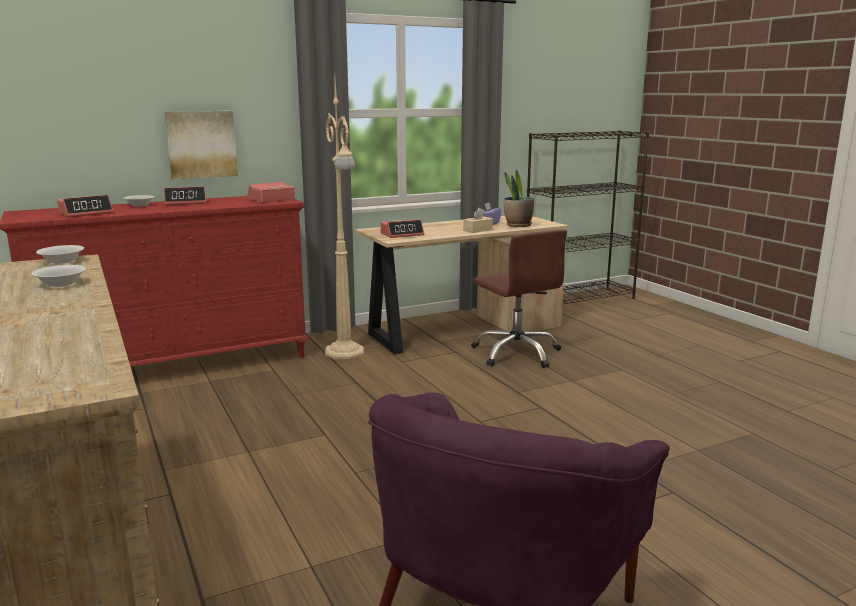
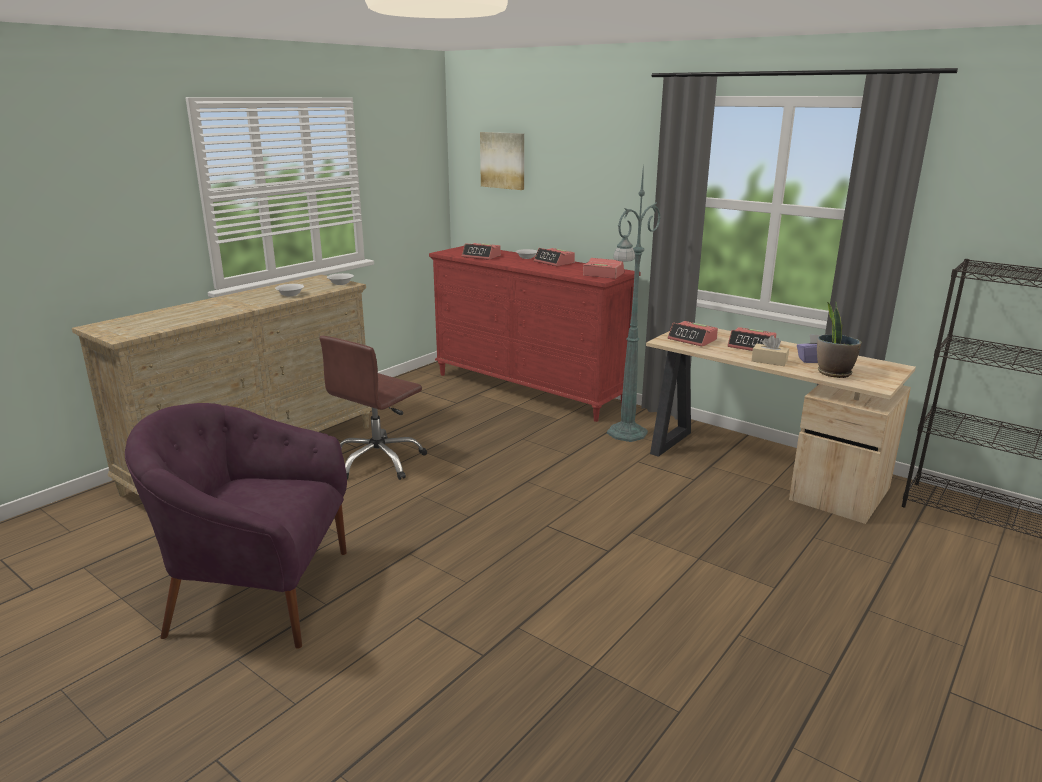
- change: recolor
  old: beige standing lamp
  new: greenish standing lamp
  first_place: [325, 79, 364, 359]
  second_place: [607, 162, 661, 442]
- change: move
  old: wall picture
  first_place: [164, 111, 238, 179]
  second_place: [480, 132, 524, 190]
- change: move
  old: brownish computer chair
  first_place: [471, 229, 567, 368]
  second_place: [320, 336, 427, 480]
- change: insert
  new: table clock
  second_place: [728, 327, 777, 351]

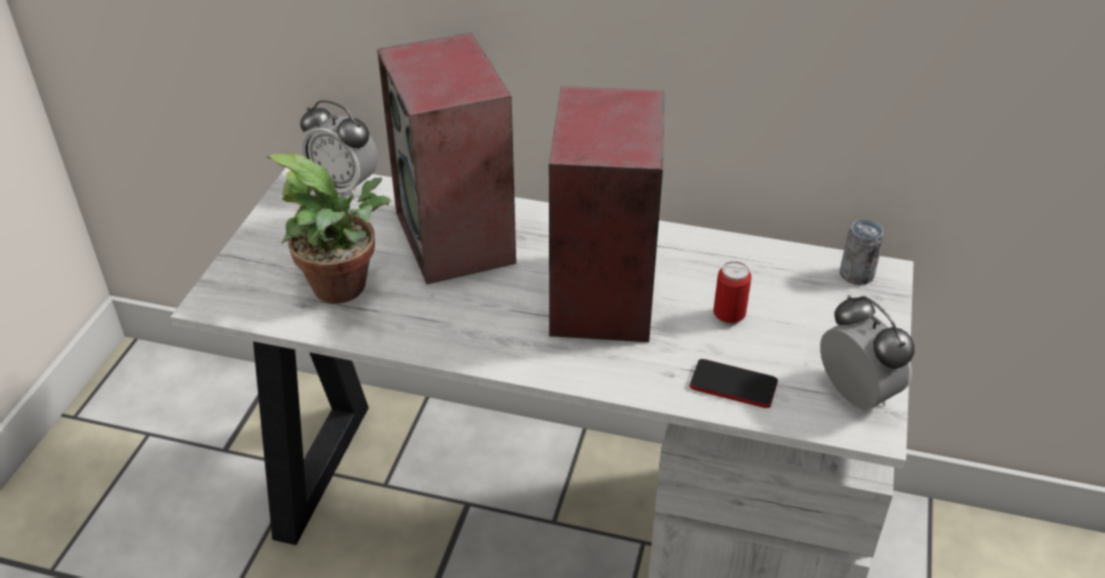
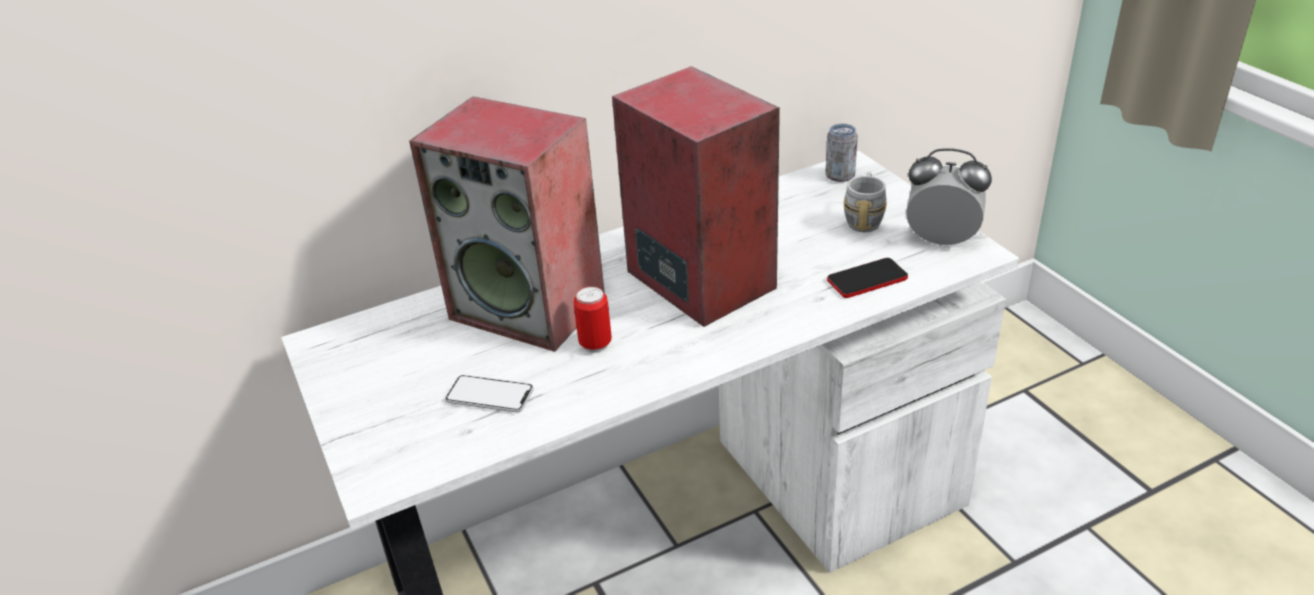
- change: delete
  old: table clock
  first_place: [300, 100, 378, 199]
- change: replace
  old: potted plant
  new: phone
  first_place: [266, 153, 391, 304]
  second_place: [445, 375, 534, 412]
- change: move
  old: sealed can
  first_place: [713, 262, 752, 326]
  second_place: [574, 286, 612, 353]
- change: insert
  new: greyish mug
  second_place: [844, 172, 887, 232]

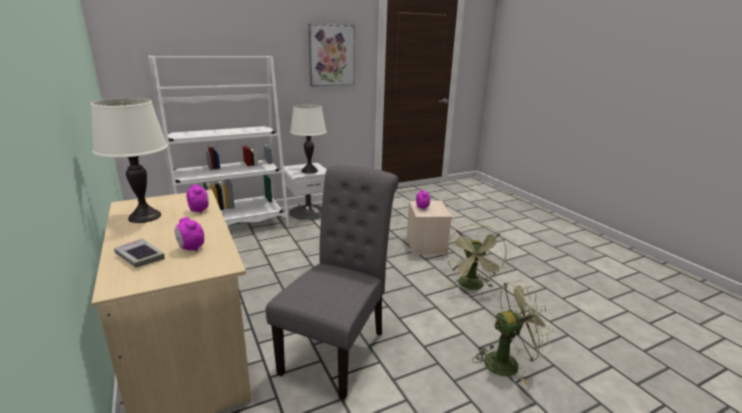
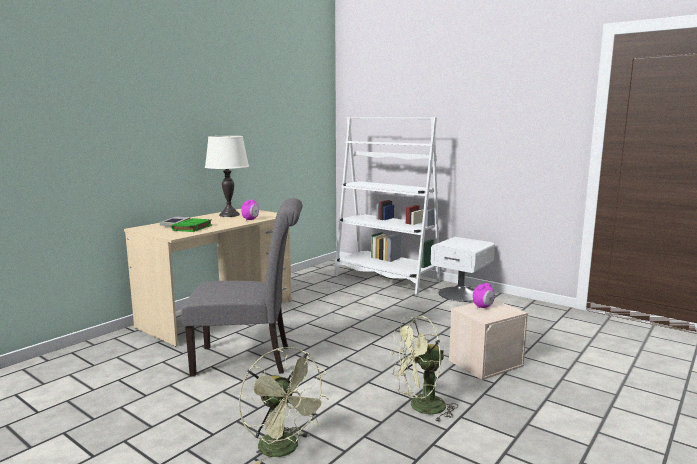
- change: delete
  old: wall picture
  first_place: [308, 24, 355, 87]
- change: delete
  old: white lamp for a table
  first_place: [290, 104, 327, 173]
- change: replace
  old: table clock
  new: greenish bound book
  first_place: [175, 217, 204, 252]
  second_place: [171, 218, 212, 232]

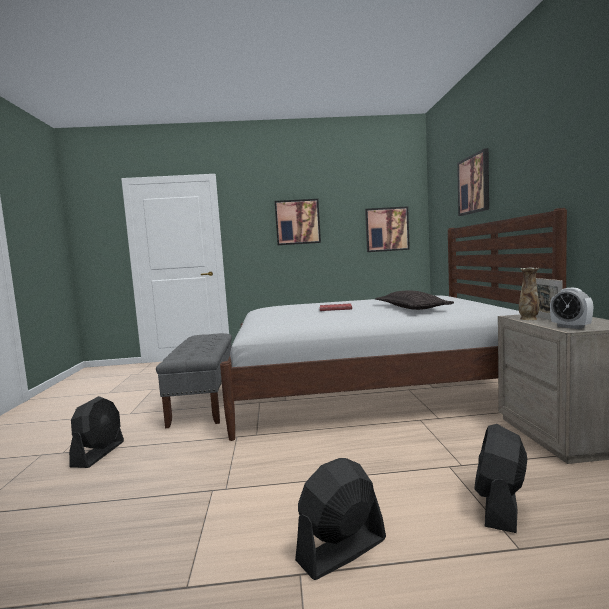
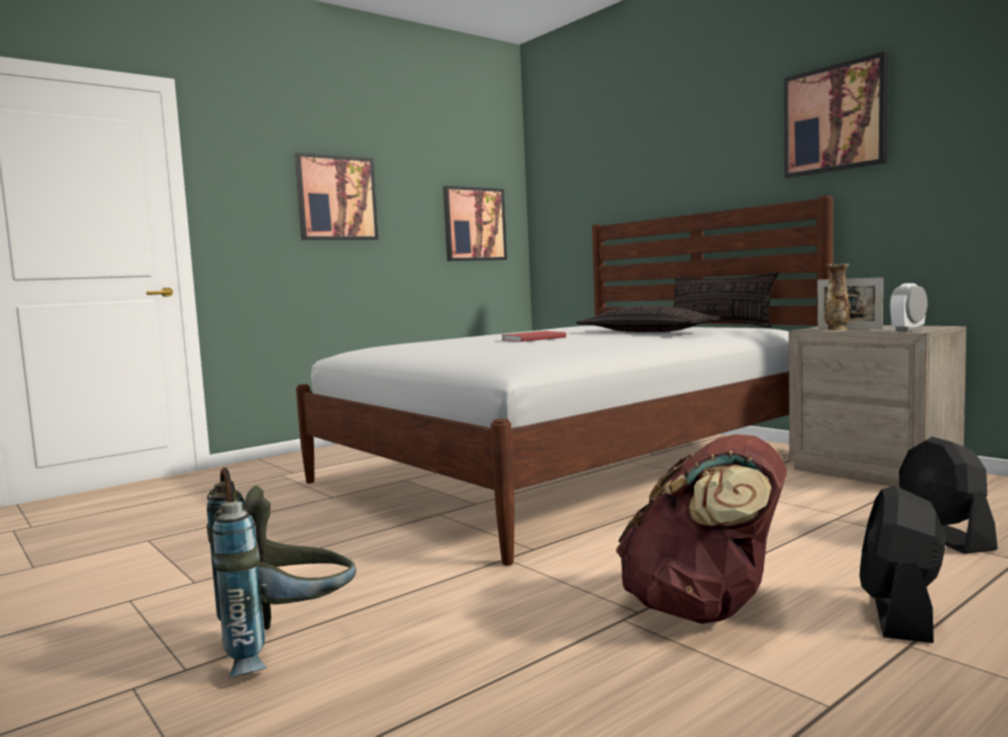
- change: move
  old: wall picture
  first_place: [457, 148, 489, 216]
  second_place: [784, 52, 888, 178]
- change: rotate
  old: table clock
  first_place: [550, 288, 593, 329]
  second_place: [889, 283, 928, 332]
  degrees: 120
- change: delete
  old: greyish indoor bench
  first_place: [156, 333, 232, 428]
- change: replace
  old: black-coloured cooling fan
  new: greyish backpack
  first_place: [69, 396, 124, 468]
  second_place: [207, 468, 356, 678]
- change: insert
  new: pillow
  second_place: [673, 271, 778, 328]
- change: insert
  new: brownish backpack
  second_place: [616, 434, 788, 624]

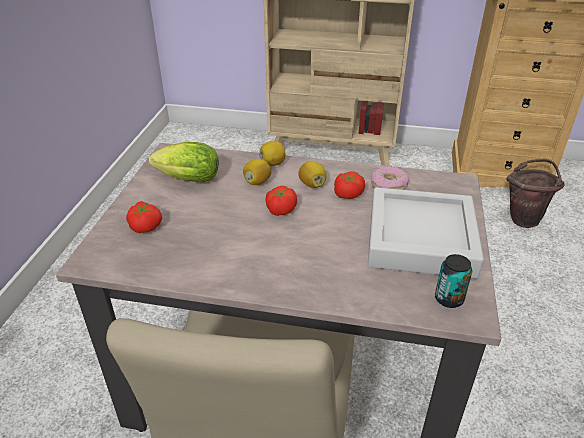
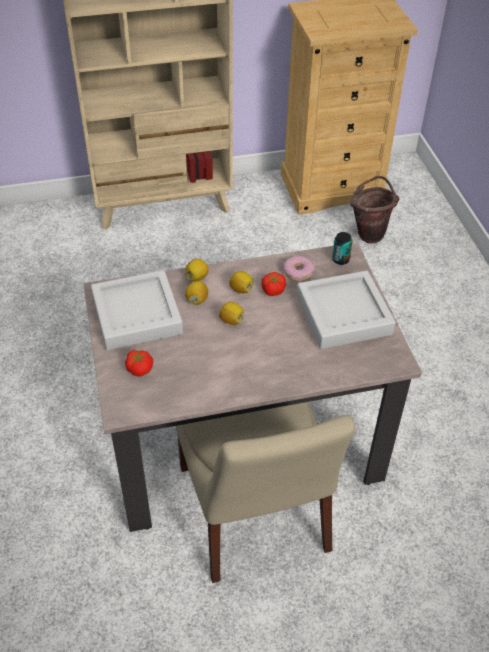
- change: replace
  old: lettuce head
  new: greyish serving tray
  first_place: [149, 142, 219, 182]
  second_place: [91, 270, 183, 350]
- change: replace
  old: tomato
  new: lemon
  first_place: [265, 186, 297, 216]
  second_place: [219, 302, 244, 325]
- change: move
  old: sealed can
  first_place: [435, 254, 472, 308]
  second_place: [332, 232, 352, 265]

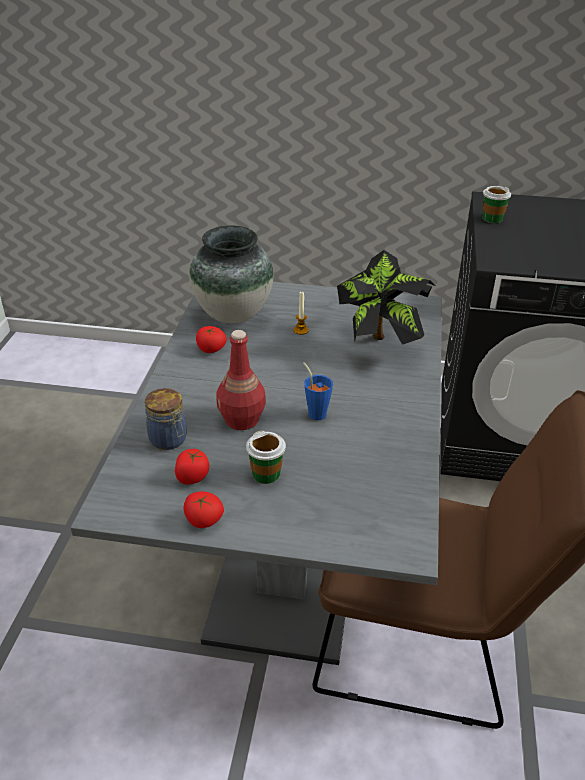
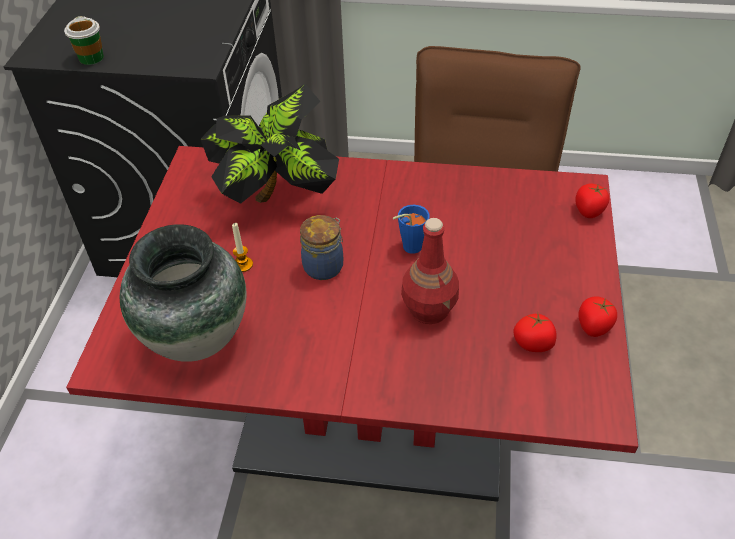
- change: recolor
  old: greyish dinner table
  new: reddish dinner table
  first_place: [70, 282, 442, 665]
  second_place: [66, 146, 638, 502]
- change: move
  old: tomato
  first_place: [196, 326, 227, 353]
  second_place: [575, 183, 609, 218]
- change: move
  old: storage jar
  first_place: [145, 388, 187, 450]
  second_place: [300, 215, 343, 280]
- change: delete
  old: small cup
  first_place: [246, 431, 286, 484]

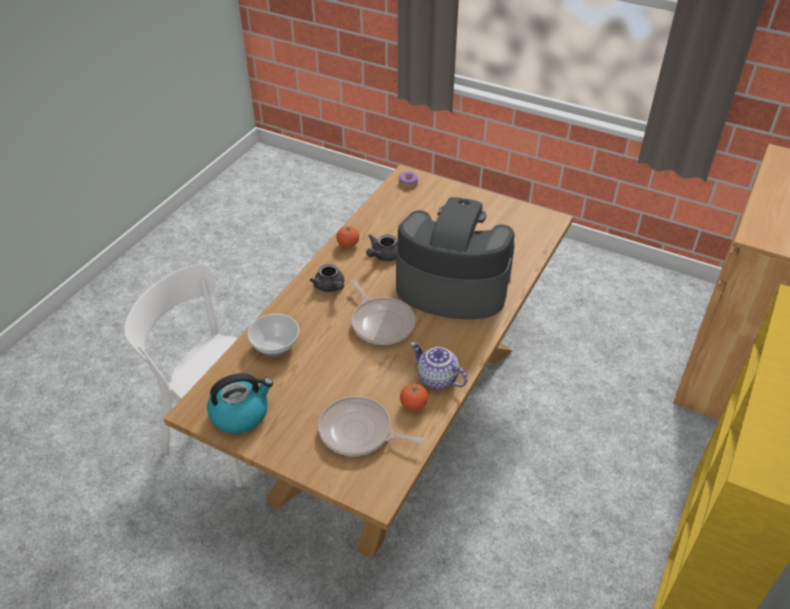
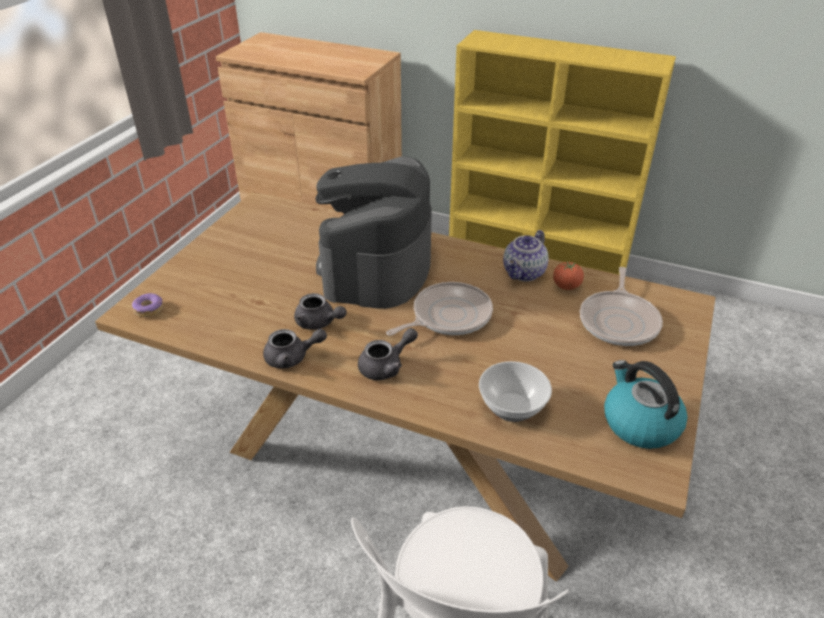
- change: replace
  old: tomato
  new: greyish tea pot
  first_place: [336, 226, 359, 248]
  second_place: [263, 329, 327, 368]

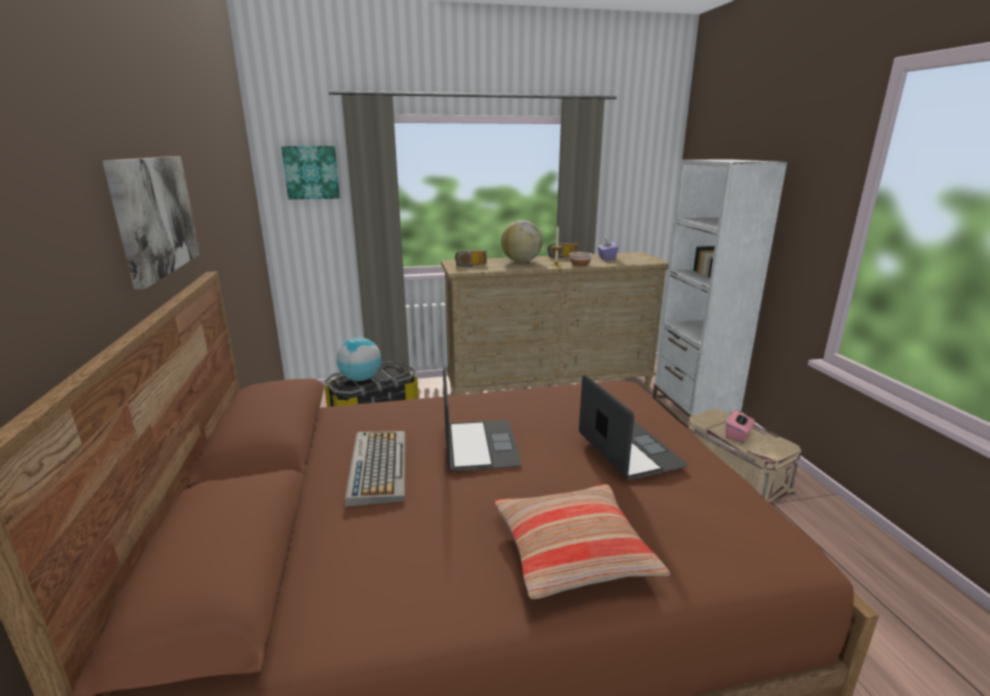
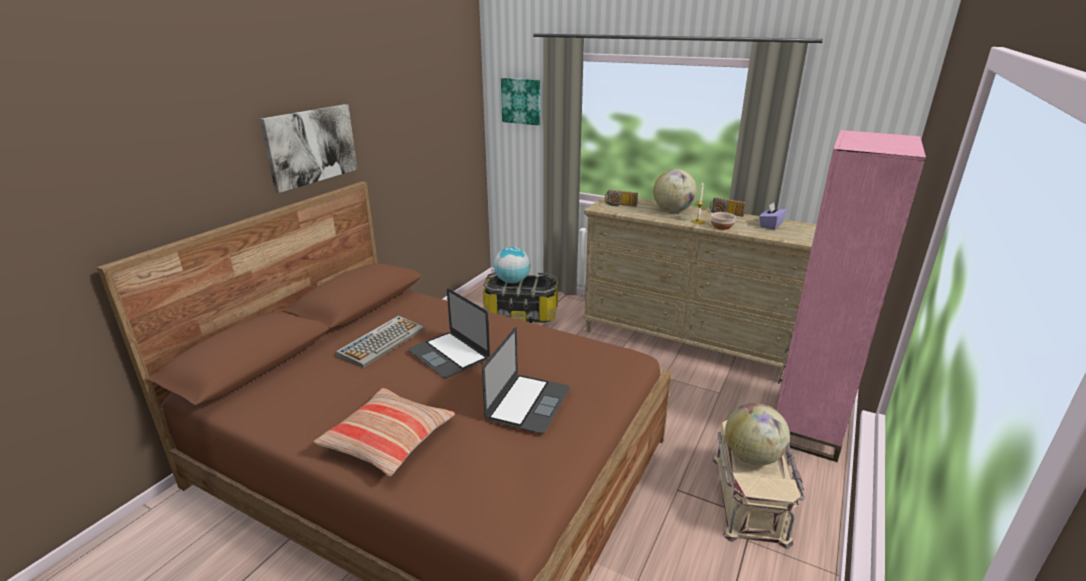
- change: recolor
  old: white bookshelf
  new: pinkish bookshelf
  first_place: [653, 159, 788, 431]
  second_place: [776, 130, 926, 462]
- change: rotate
  old: laptop
  first_place: [443, 368, 522, 471]
  second_place: [408, 288, 490, 378]
  degrees: 105
- change: replace
  old: pinkish tissue box
  new: world globe
  first_place: [726, 410, 755, 442]
  second_place: [725, 403, 790, 465]

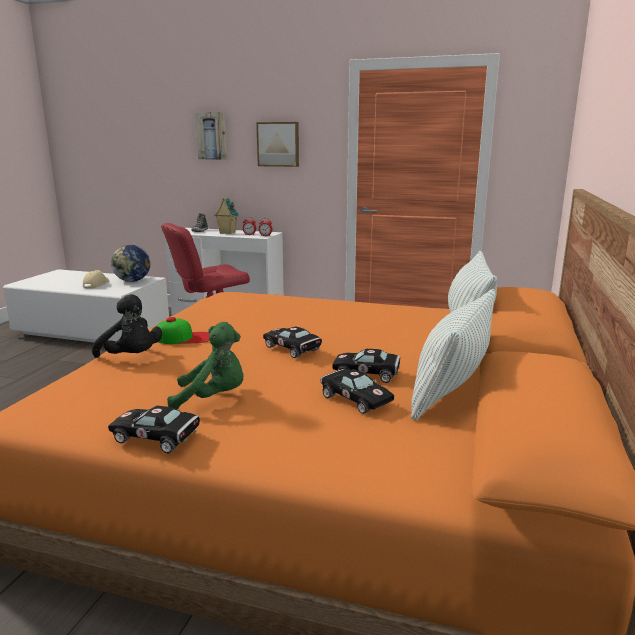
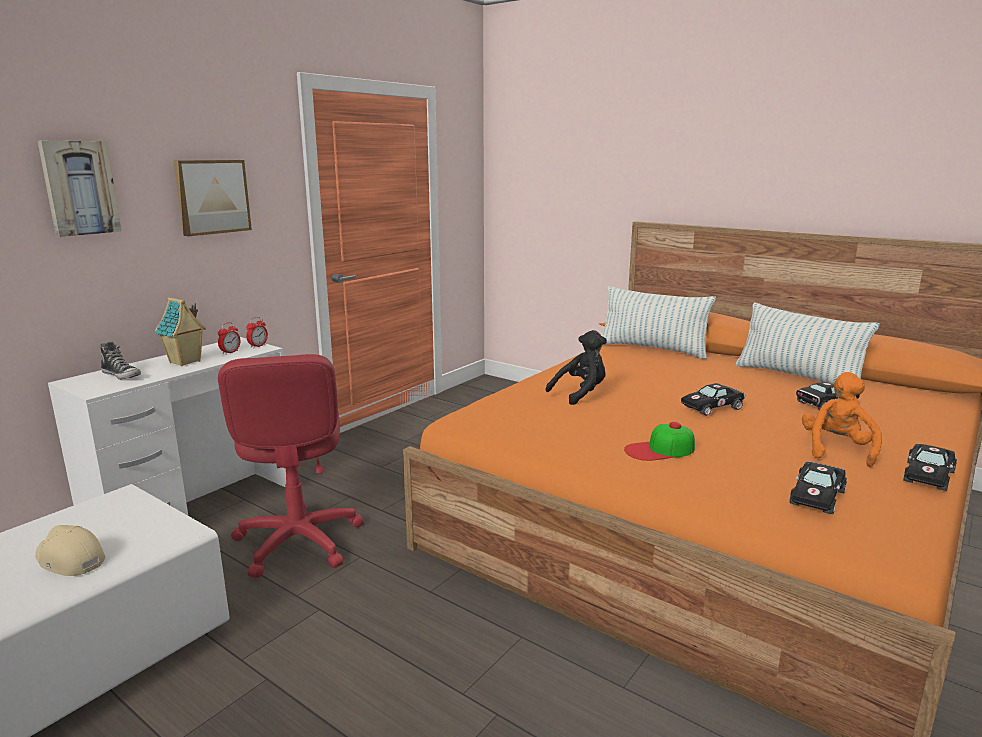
- change: delete
  old: world globe
  first_place: [111, 245, 150, 282]
- change: move
  old: black-coloured cuddly toy
  first_place: [92, 294, 162, 358]
  second_place: [546, 330, 607, 405]
- change: rotate
  old: baseball cap
  first_place: [157, 317, 210, 344]
  second_place: [624, 422, 695, 461]
  degrees: -120
- change: recolor
  old: greenish cuddly toy
  new: orange-coloured cuddly toy
  first_place: [167, 322, 243, 409]
  second_place: [802, 372, 882, 467]
- change: move
  old: black-coloured toy car
  first_place: [332, 349, 400, 383]
  second_place: [789, 461, 847, 514]

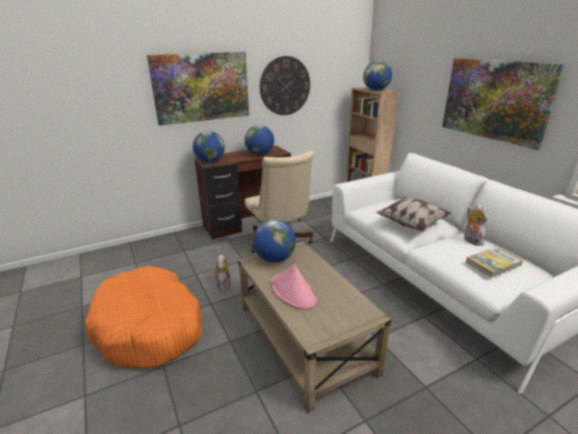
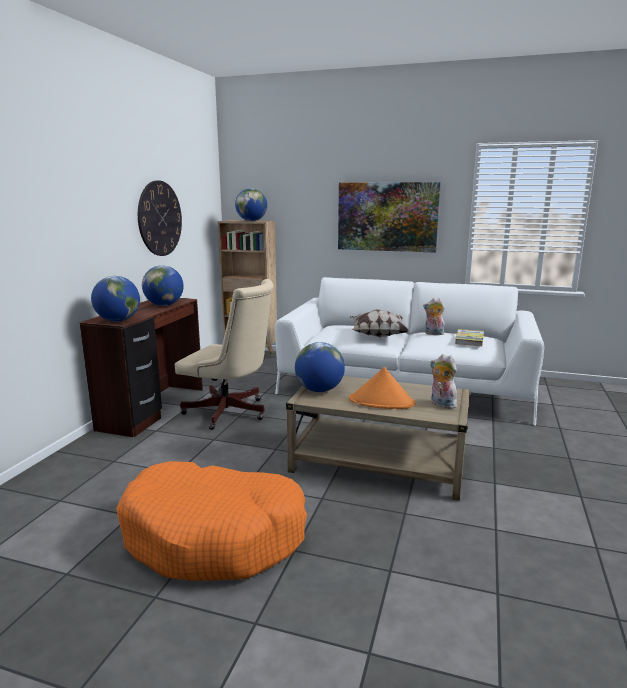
- change: delete
  old: wall picture
  first_place: [147, 52, 249, 125]
- change: move
  old: cuddly toy
  first_place: [213, 254, 231, 291]
  second_place: [430, 354, 457, 409]
- change: recolor
  old: pinkish wearable hat
  new: orange-coloured wearable hat
  first_place: [272, 264, 317, 310]
  second_place: [349, 367, 415, 409]

